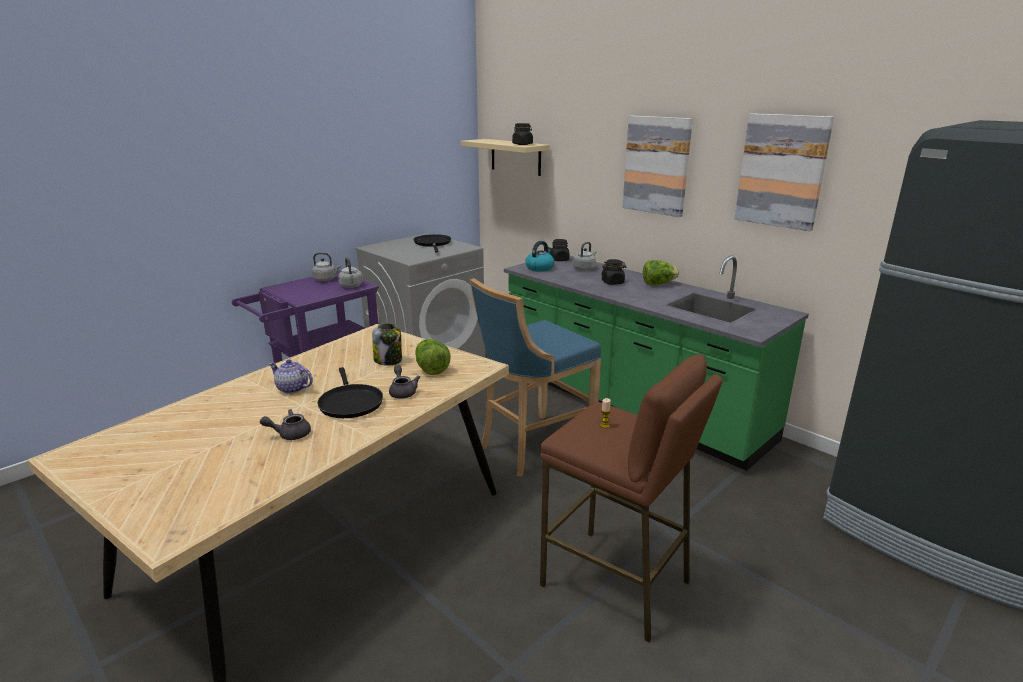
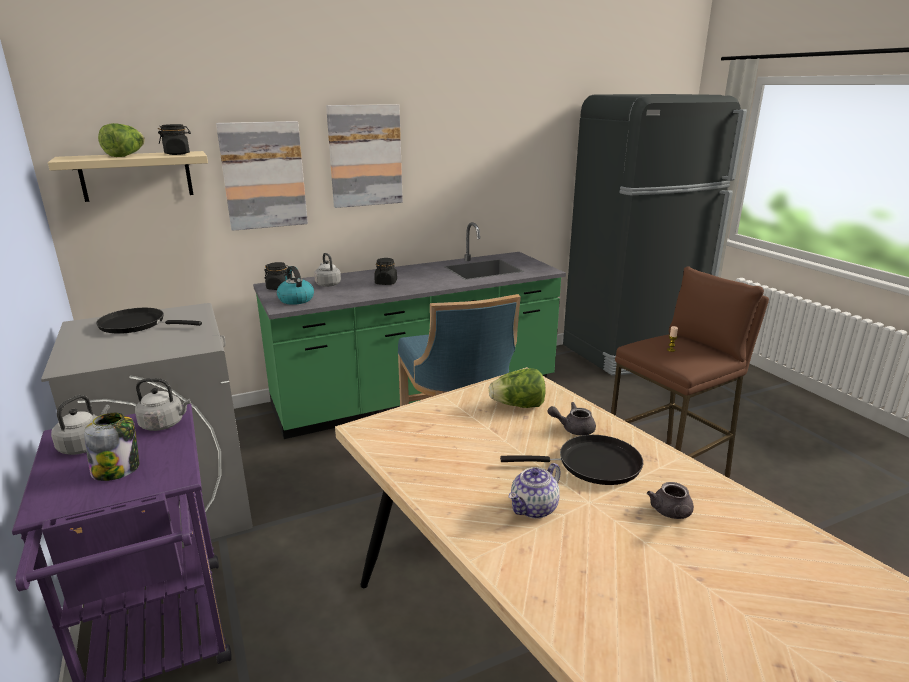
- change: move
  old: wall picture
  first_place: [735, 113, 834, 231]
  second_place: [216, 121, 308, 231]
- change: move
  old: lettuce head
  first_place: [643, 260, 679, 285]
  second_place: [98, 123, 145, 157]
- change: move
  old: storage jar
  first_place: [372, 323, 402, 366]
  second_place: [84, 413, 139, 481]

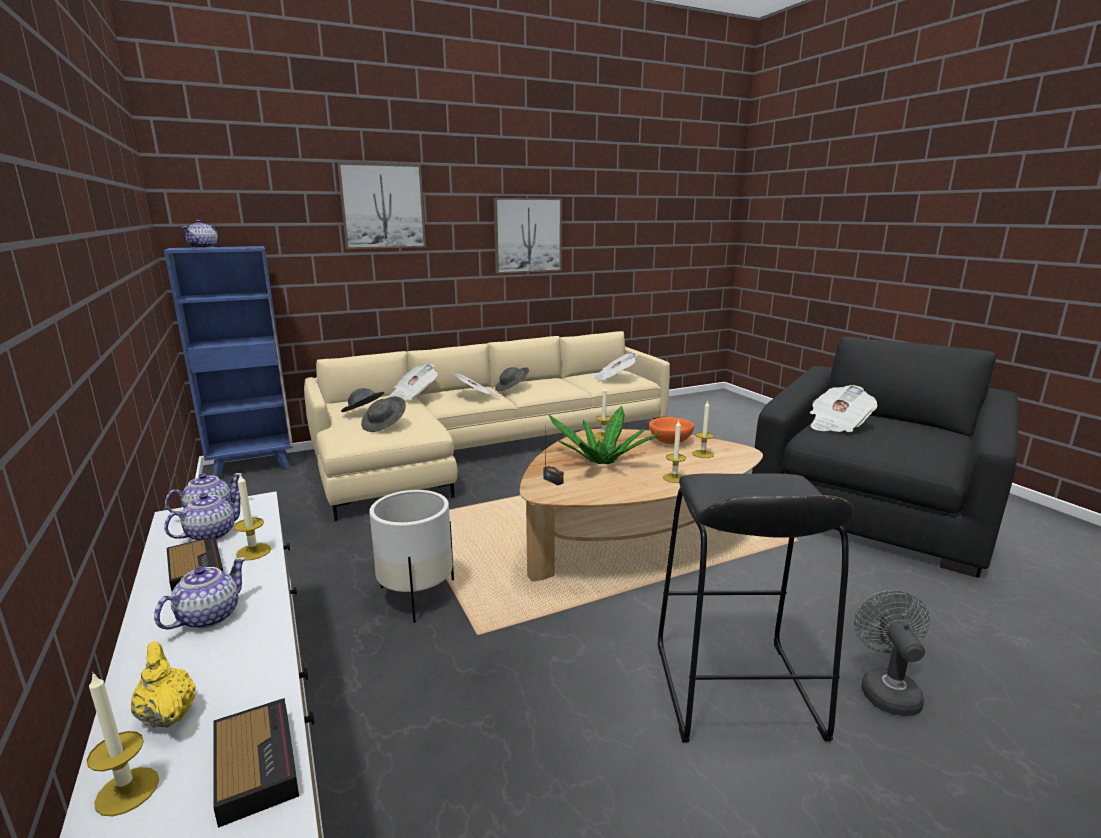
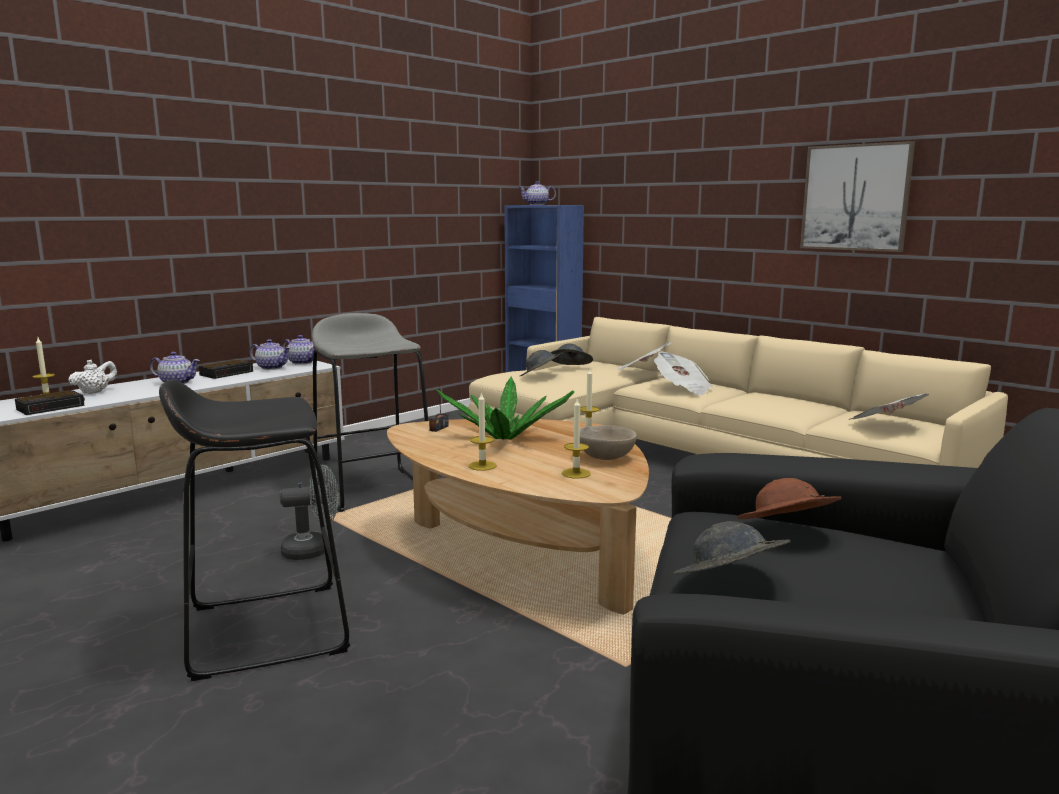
- change: delete
  old: wall picture
  first_place: [337, 162, 426, 249]
- change: move
  old: greyish wearable hat
  first_place: [495, 367, 529, 391]
  second_place: [674, 521, 791, 575]
- change: replace
  old: newspaper
  new: brownish wearable hat
  first_place: [810, 385, 877, 432]
  second_place: [737, 478, 842, 519]
- change: recolor
  old: orange-coloured deep dish
  new: beige deep dish
  first_place: [649, 417, 694, 444]
  second_place: [580, 425, 637, 460]
- change: delete
  old: candle
  first_place: [234, 475, 271, 561]
- change: replace
  old: white plant pot
  new: greyish stool
  first_place: [369, 490, 454, 623]
  second_place: [312, 313, 428, 512]
- change: move
  old: greyish cooling fan
  first_place: [854, 590, 930, 716]
  second_place: [280, 465, 339, 560]
- change: recolor
  old: yellow-coloured tea pot
  new: white tea pot
  first_place: [131, 641, 196, 728]
  second_place: [69, 360, 117, 394]

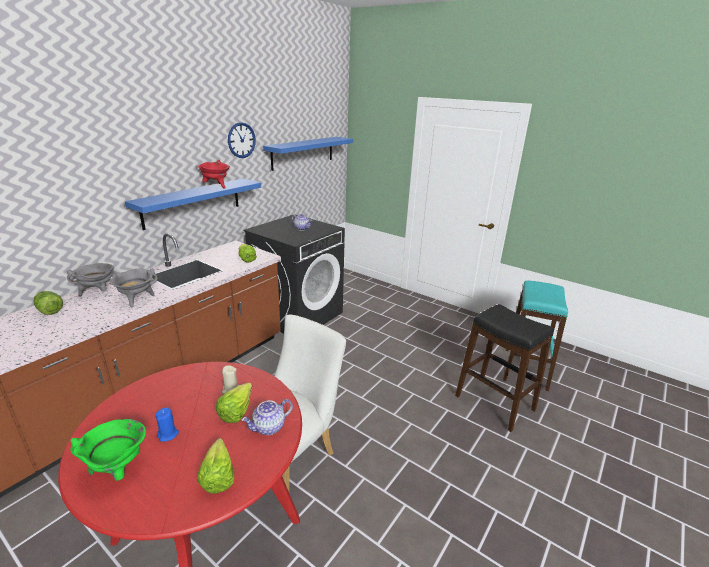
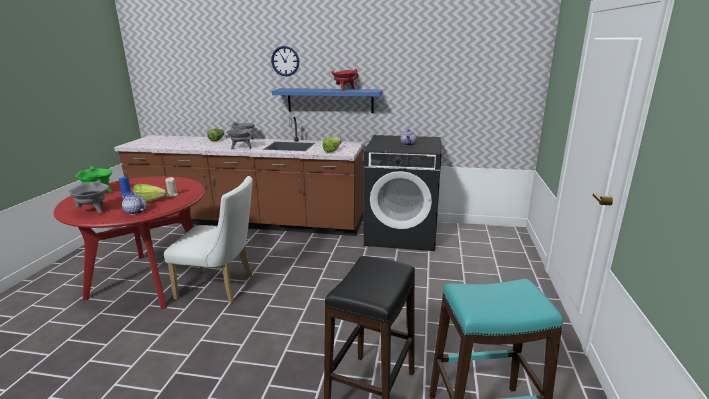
- change: move
  old: clock on the wall
  first_place: [228, 122, 256, 158]
  second_place: [271, 46, 299, 76]
- change: delete
  old: blue wall shelf
  first_place: [263, 137, 353, 171]
- change: replace
  old: lettuce head
  new: greyish cooking pot
  first_place: [197, 438, 234, 494]
  second_place: [68, 179, 109, 214]

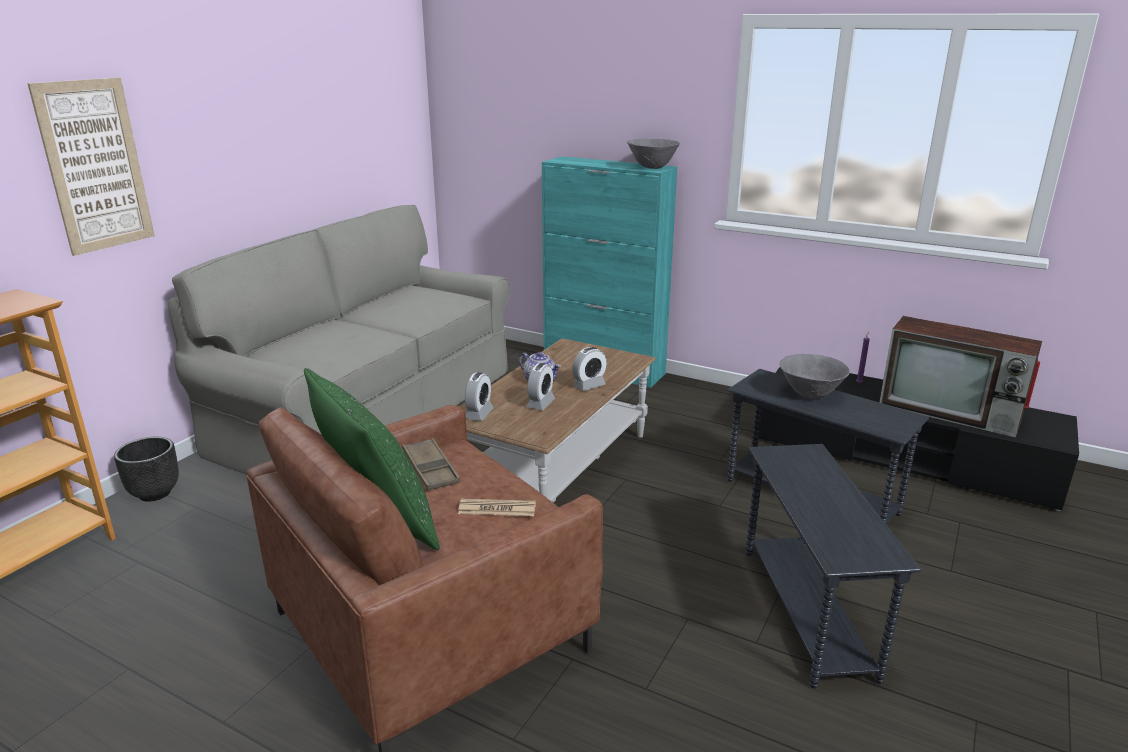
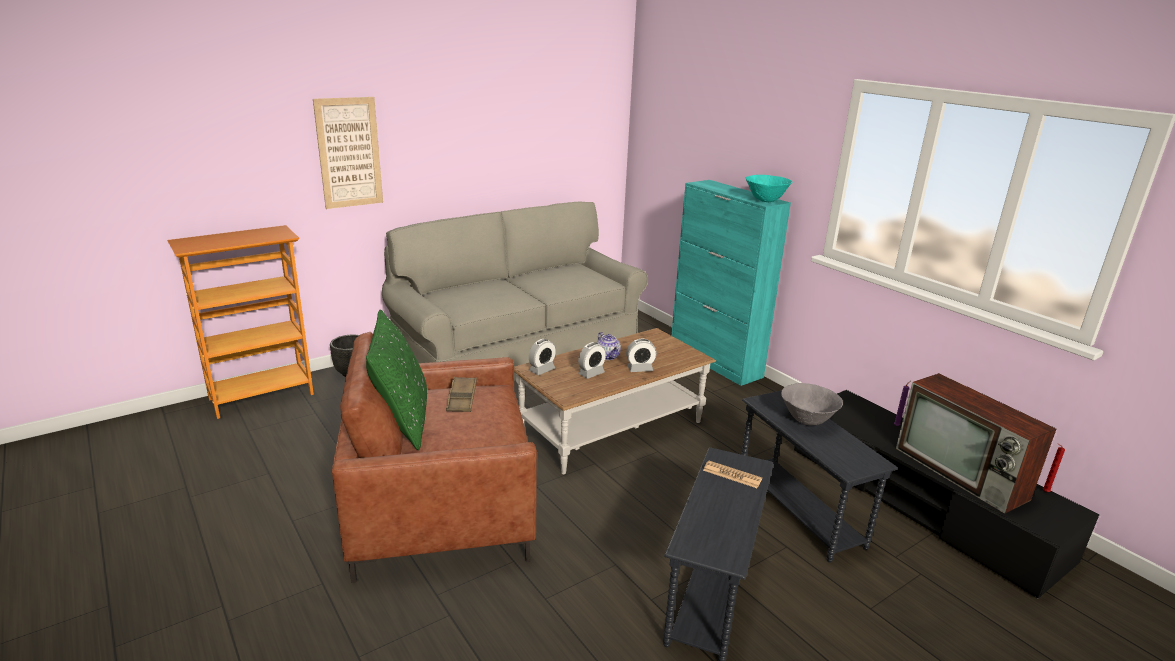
- change: recolor
  old: greyish deep dish
  new: blue-green deep dish
  first_place: [627, 139, 680, 169]
  second_place: [746, 175, 792, 202]
- change: move
  old: newspaper
  first_place: [458, 499, 536, 516]
  second_place: [703, 461, 762, 488]

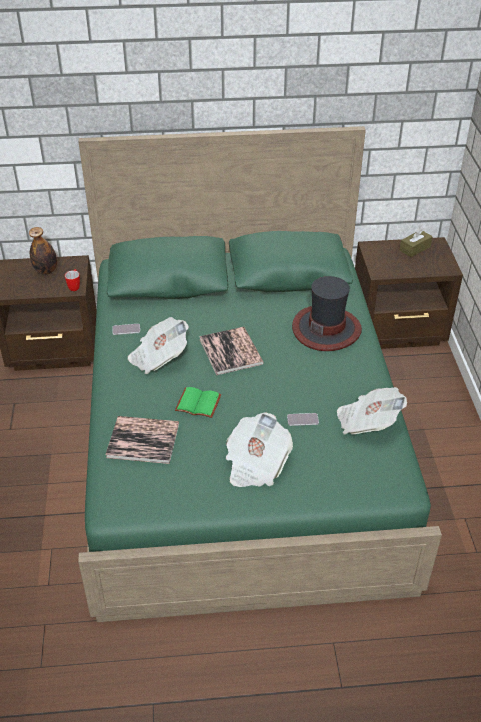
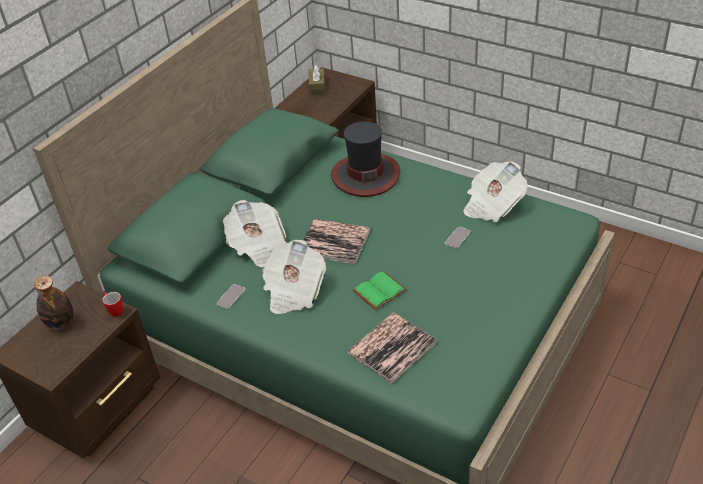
- change: move
  old: newspaper
  first_place: [226, 412, 293, 487]
  second_place: [223, 200, 287, 267]

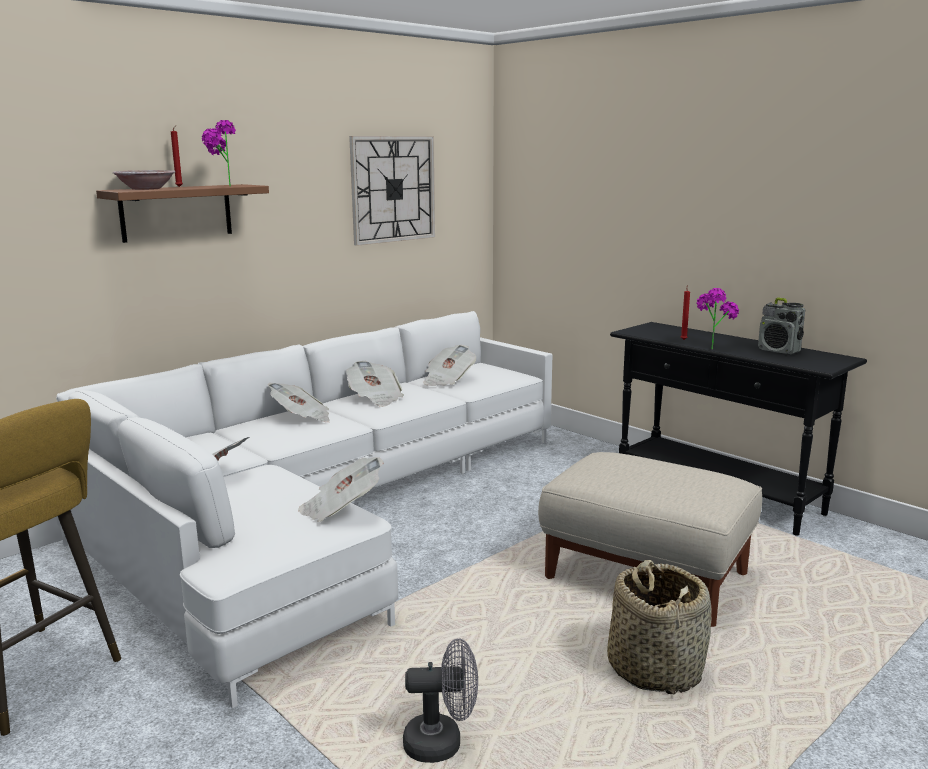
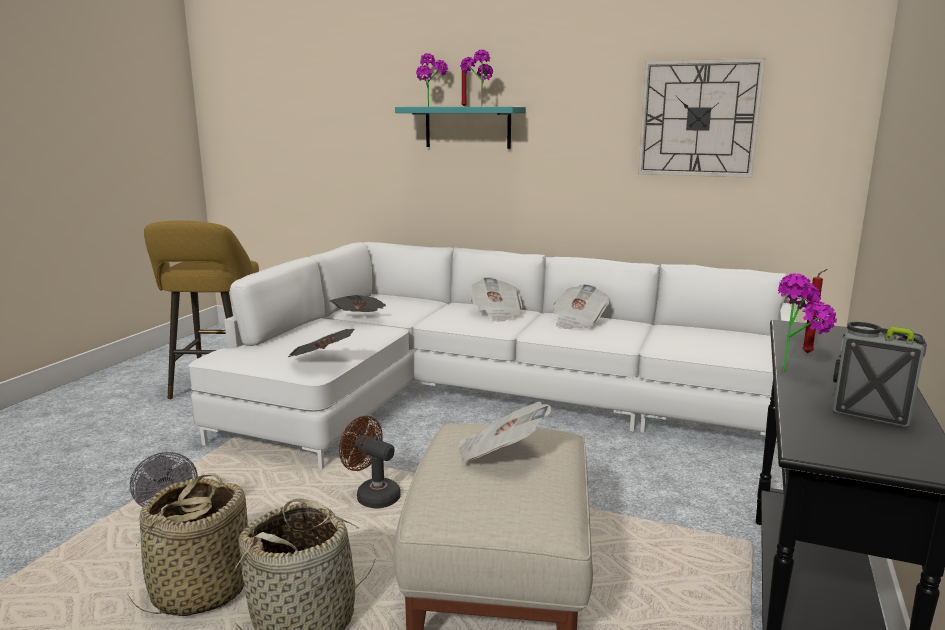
- change: replace
  old: deep dish
  new: potted plant
  first_place: [113, 170, 175, 190]
  second_place: [416, 53, 448, 107]
- change: recolor
  old: brownish wall shelf
  new: blue-green wall shelf
  first_place: [96, 184, 269, 243]
  second_place: [395, 107, 526, 149]
- change: rotate
  old: radio receiver
  first_place: [758, 298, 805, 354]
  second_place: [833, 322, 927, 427]
  degrees: 105
- change: move
  old: newspaper
  first_place: [423, 345, 476, 386]
  second_place: [458, 402, 551, 462]
- change: insert
  new: brownish cooling fan
  second_place: [339, 416, 401, 508]
- change: insert
  new: storage basket
  second_place: [125, 473, 248, 616]

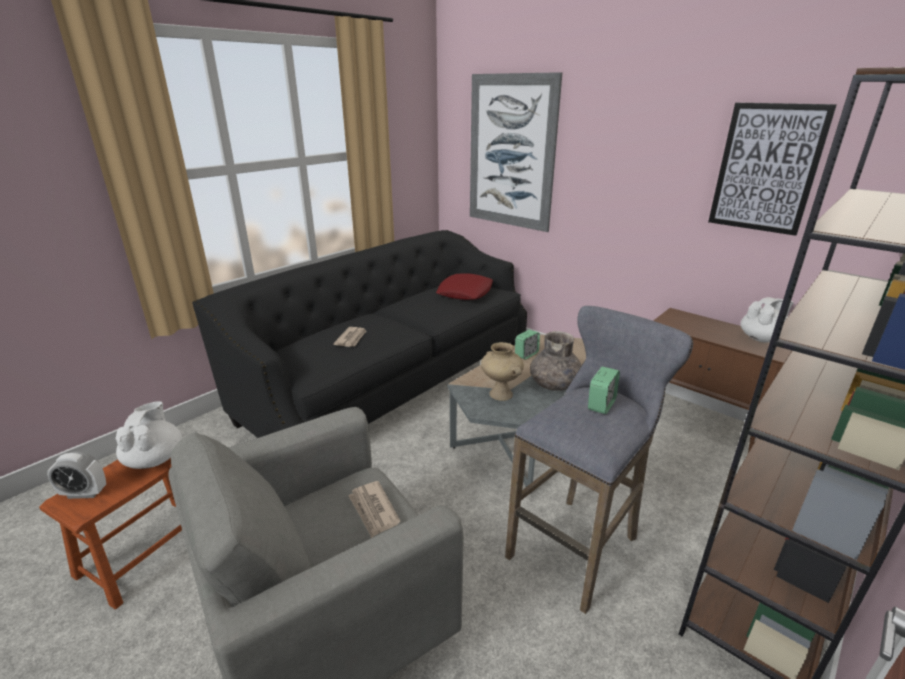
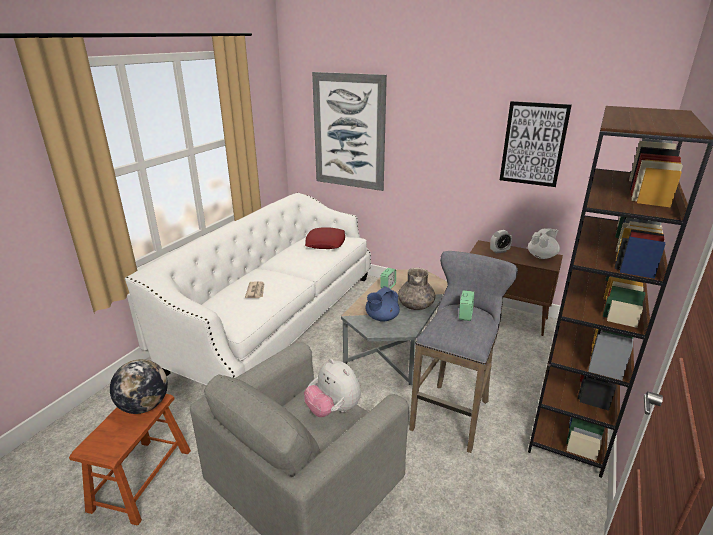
- change: recolor
  old: black-coloured sofa
  new: white sofa
  first_place: [192, 230, 527, 438]
  second_place: [125, 193, 371, 385]
- change: replace
  old: beige flower vase
  new: blue tea pot
  first_place: [481, 342, 524, 401]
  second_place: [365, 286, 400, 322]
- change: replace
  old: white tea pot
  new: world globe
  first_place: [115, 401, 182, 469]
  second_place: [110, 359, 168, 414]
- change: move
  old: table clock
  first_place: [47, 451, 106, 499]
  second_place: [490, 230, 512, 254]
- change: replace
  old: newspaper
  new: cuddly toy
  first_place: [348, 481, 401, 538]
  second_place: [304, 359, 361, 417]

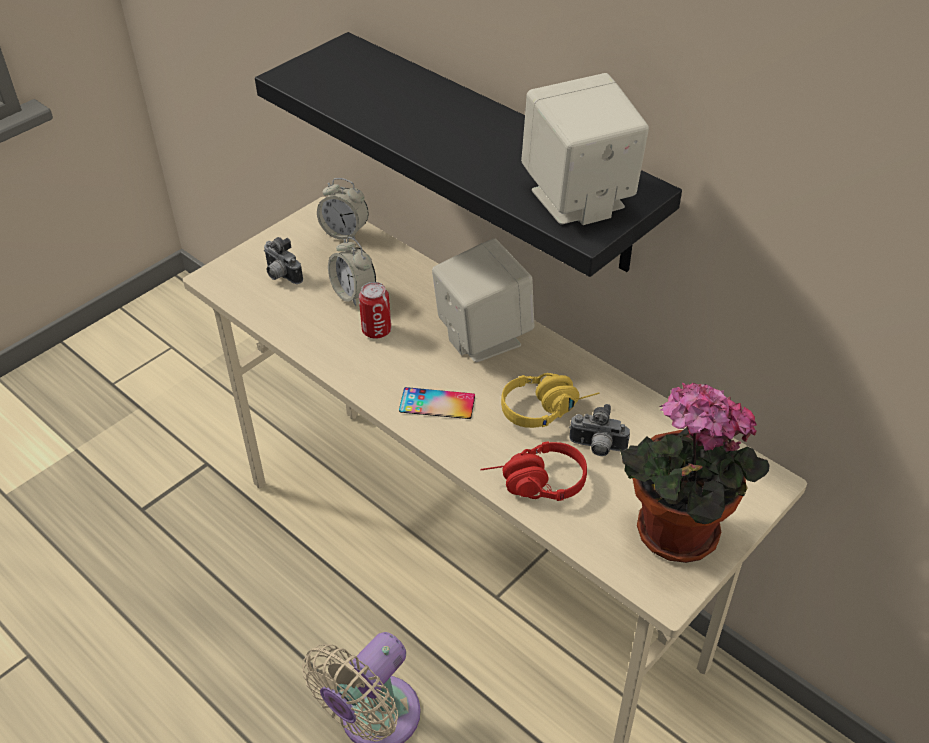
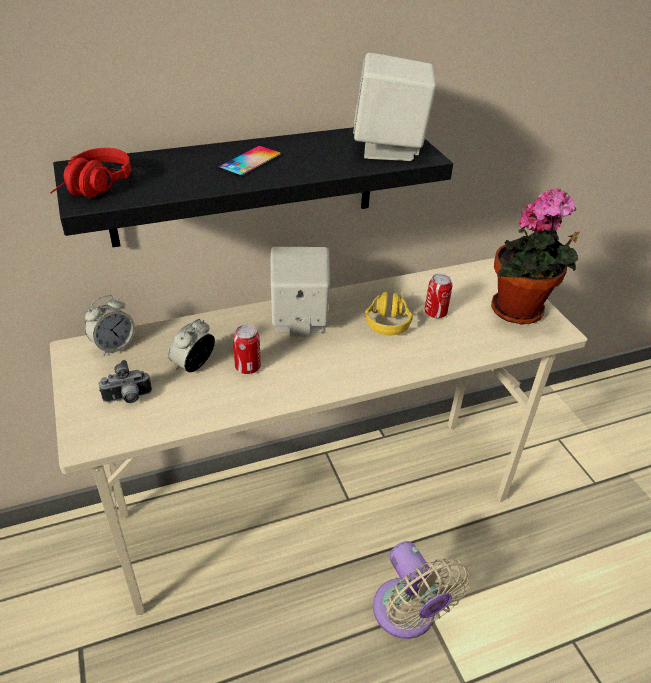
- change: rotate
  old: table clock
  first_place: [328, 237, 376, 306]
  second_place: [168, 319, 215, 372]
  degrees: 135
- change: move
  old: phone
  first_place: [399, 387, 475, 419]
  second_place: [218, 146, 281, 177]
- change: replace
  old: photo camera
  new: sealed can
  first_place: [569, 404, 630, 456]
  second_place: [425, 273, 452, 318]
- change: move
  old: reddish pair of headphones
  first_place: [481, 442, 587, 501]
  second_place: [50, 148, 131, 198]

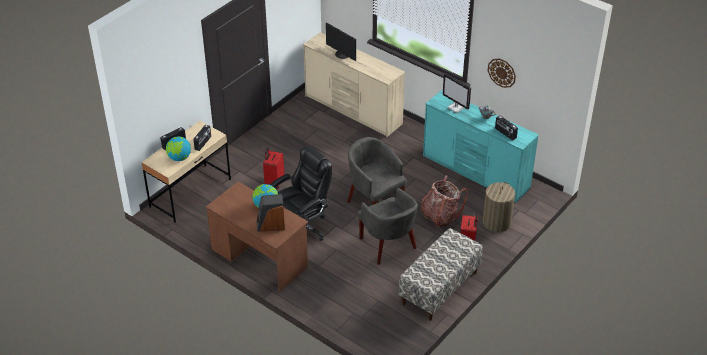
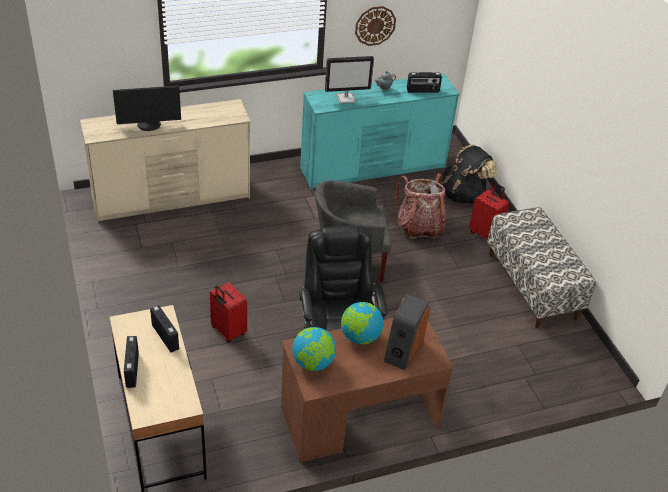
- change: move
  old: world globe
  first_place: [166, 136, 191, 161]
  second_place: [292, 327, 336, 371]
- change: replace
  old: hamper
  new: black-coloured backpack
  first_place: [483, 182, 515, 232]
  second_place: [441, 145, 498, 204]
- change: delete
  old: greyish easy chair
  first_place: [357, 188, 418, 265]

